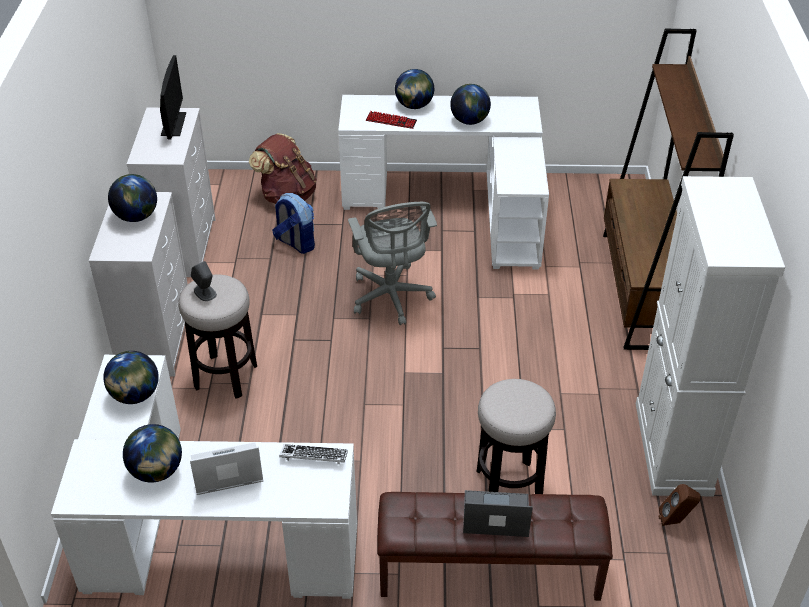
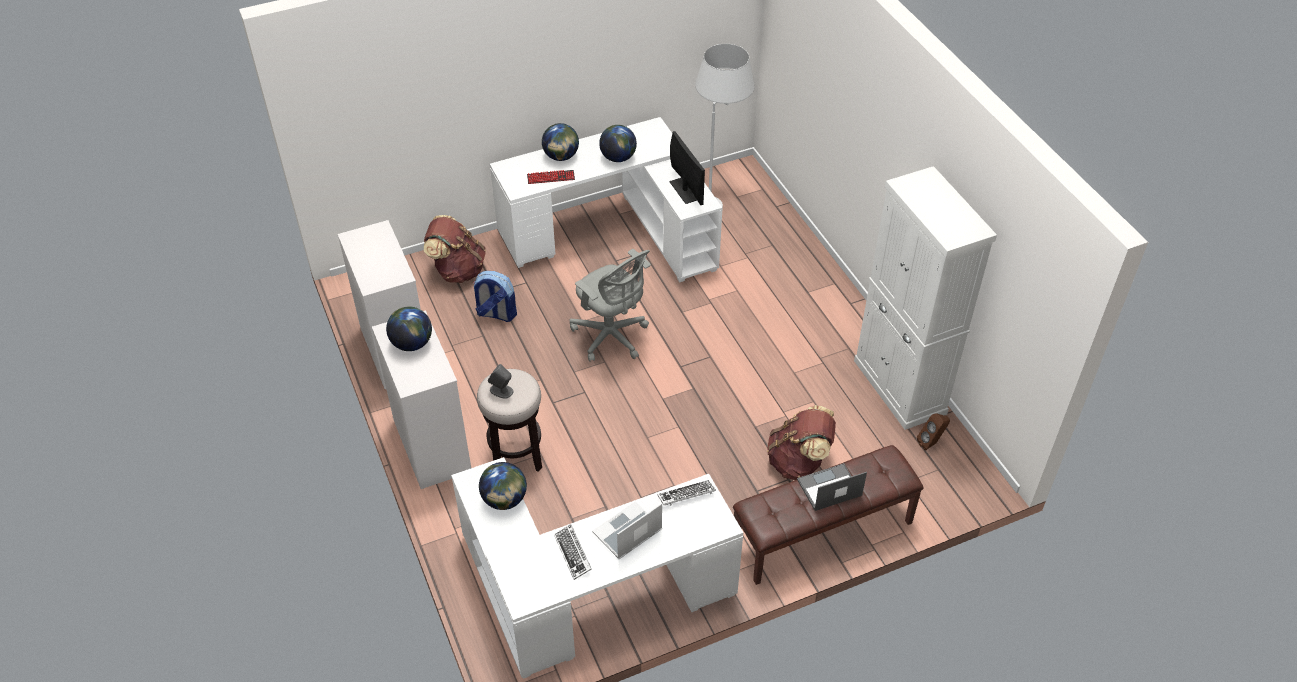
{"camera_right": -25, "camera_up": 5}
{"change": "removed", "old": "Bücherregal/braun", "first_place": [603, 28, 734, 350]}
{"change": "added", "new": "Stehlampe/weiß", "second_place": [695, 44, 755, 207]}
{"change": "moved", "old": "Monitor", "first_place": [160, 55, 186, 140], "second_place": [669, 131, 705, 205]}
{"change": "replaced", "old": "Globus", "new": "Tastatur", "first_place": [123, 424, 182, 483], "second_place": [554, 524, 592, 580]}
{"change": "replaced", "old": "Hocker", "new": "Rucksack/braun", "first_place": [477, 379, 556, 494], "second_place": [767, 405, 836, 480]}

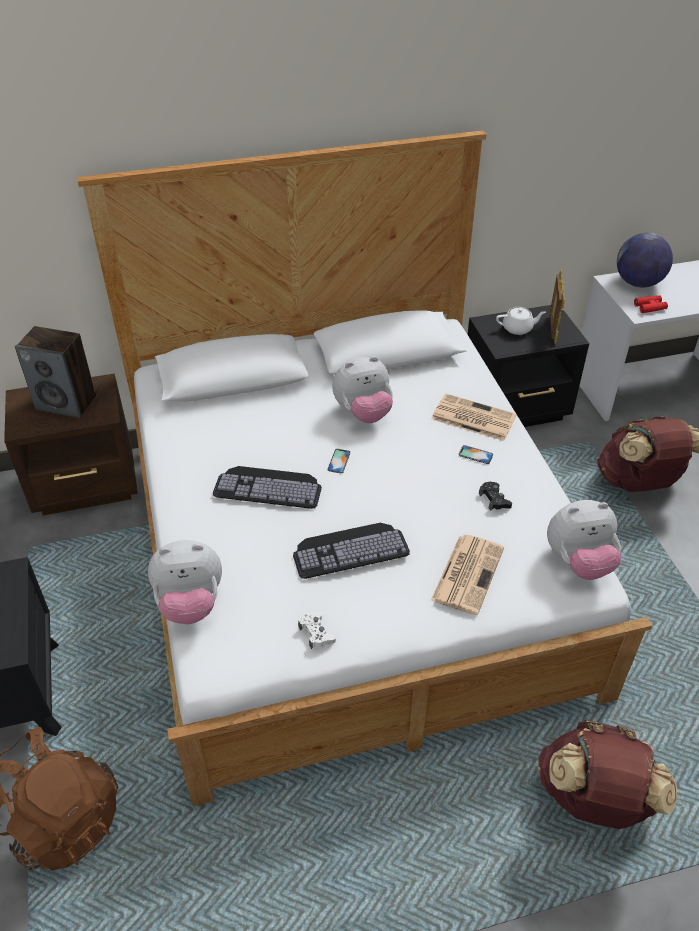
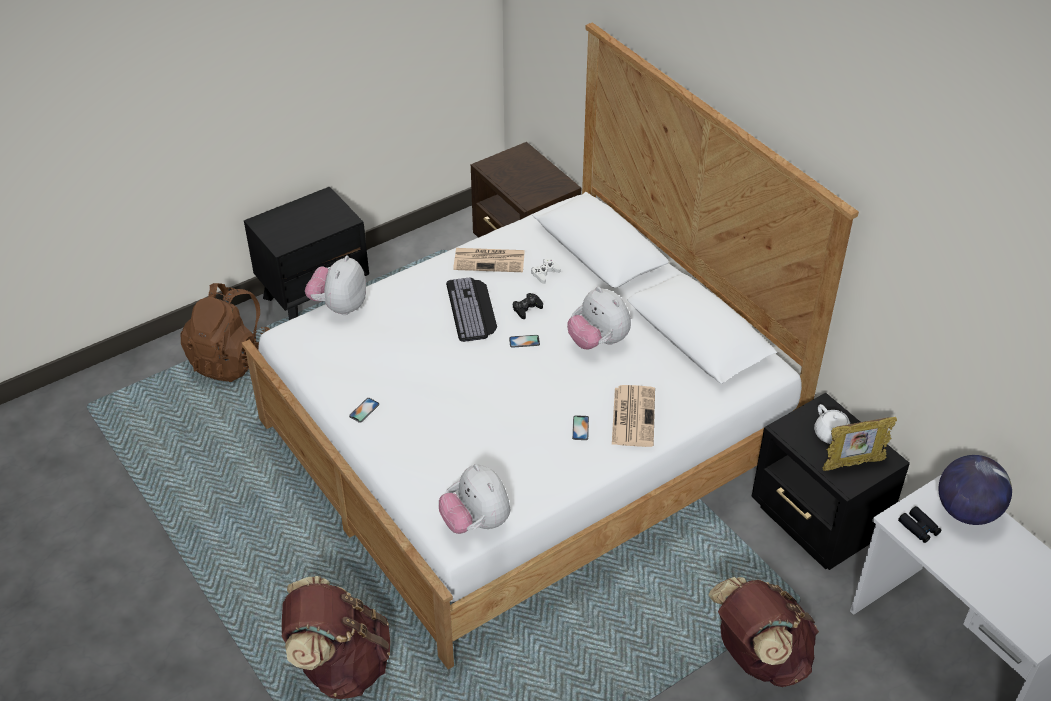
{"camera_right": 70, "camera_up": 0}
{"change": "removed", "old": "Lautsprecher", "first_place": [15, 326, 96, 418]}
{"change": "removed", "old": "Tastatur", "first_place": [293, 523, 410, 579]}
{"change": "added", "new": "Handy", "second_place": [349, 398, 379, 423]}
{"change": "moved", "old": "Gamepad/weiß", "first_place": [298, 612, 336, 649], "second_place": [531, 258, 561, 284]}
{"change": "moved", "old": "Zeitung", "first_place": [431, 535, 504, 615], "second_place": [453, 248, 525, 272]}
{"change": "moved", "old": "Gamepad/schwarz", "first_place": [479, 482, 512, 511], "second_place": [513, 293, 543, 319]}
{"change": "recoloured", "old": "Fernglas/rot", "new": "Fernglas/schwarz", "first_place": [634, 295, 668, 313], "second_place": [898, 506, 941, 543]}
{"change": "turned", "old": "Plüschtier", "first_place": [148, 540, 222, 624], "second_place": [305, 255, 366, 315], "degrees": 45}

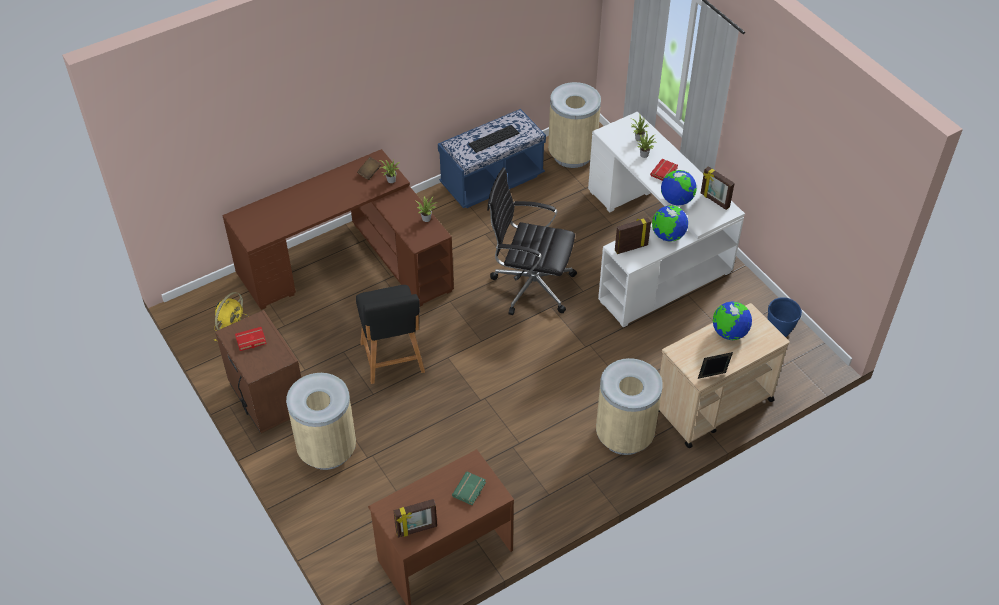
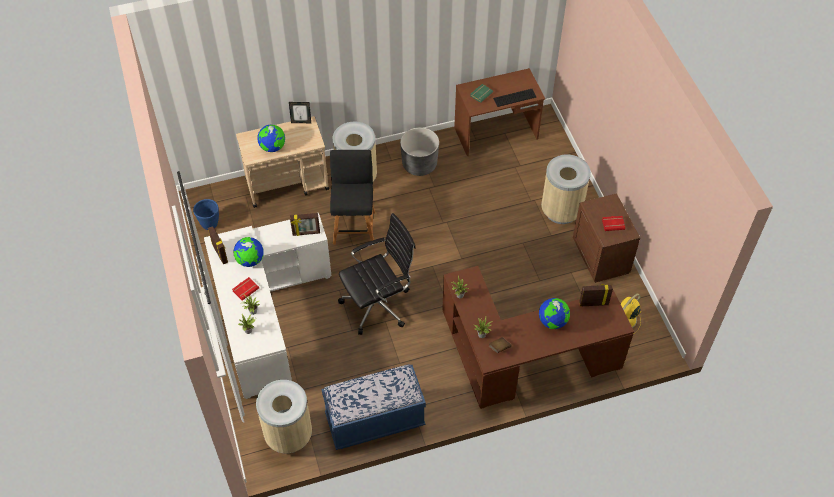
{"camera_right": -165, "camera_up": 5}
{"change": "added", "new": "Pflanzkübel/grau", "second_place": [400, 127, 439, 176]}
{"change": "moved", "old": "Hocker/schwarz", "first_place": [356, 285, 425, 384], "second_place": [330, 150, 375, 245]}
{"change": "moved", "old": "Bilderrahmen", "first_place": [393, 499, 437, 538], "second_place": [579, 284, 613, 307]}
{"change": "moved", "old": "Tastatur", "first_place": [468, 125, 519, 153], "second_place": [493, 89, 536, 107]}
{"change": "moved", "old": "Globus", "first_place": [652, 206, 688, 242], "second_place": [539, 298, 570, 329]}
{"change": "turned", "old": "Bürostuhl/schwarz", "first_place": [487, 167, 577, 315], "second_place": [338, 213, 416, 335], "degrees": -60}

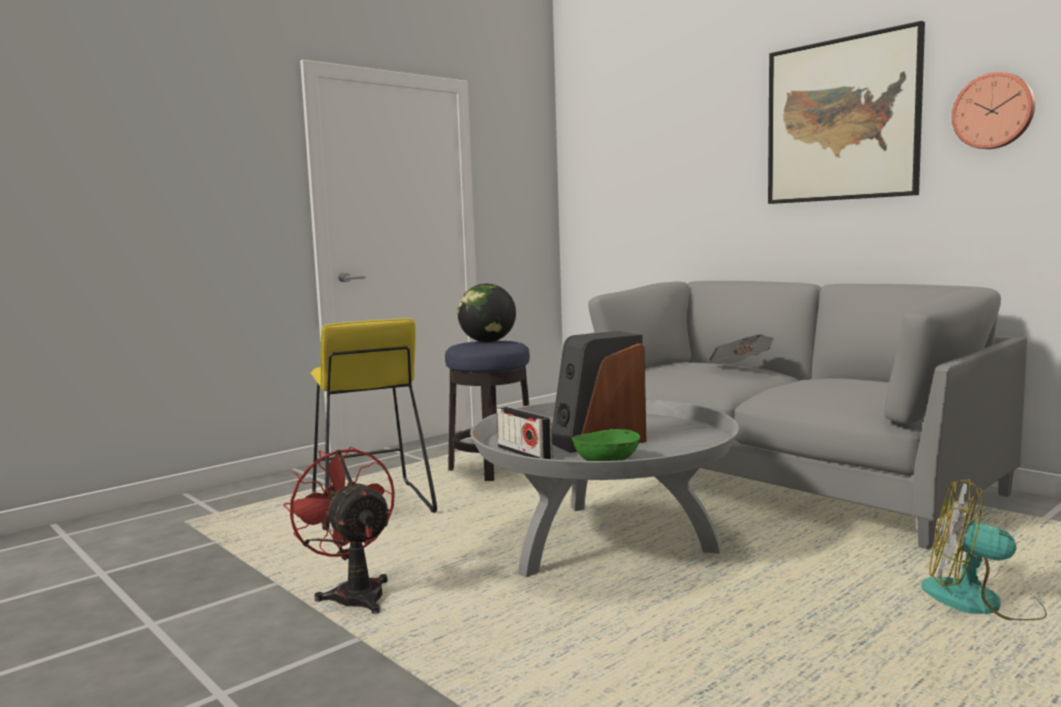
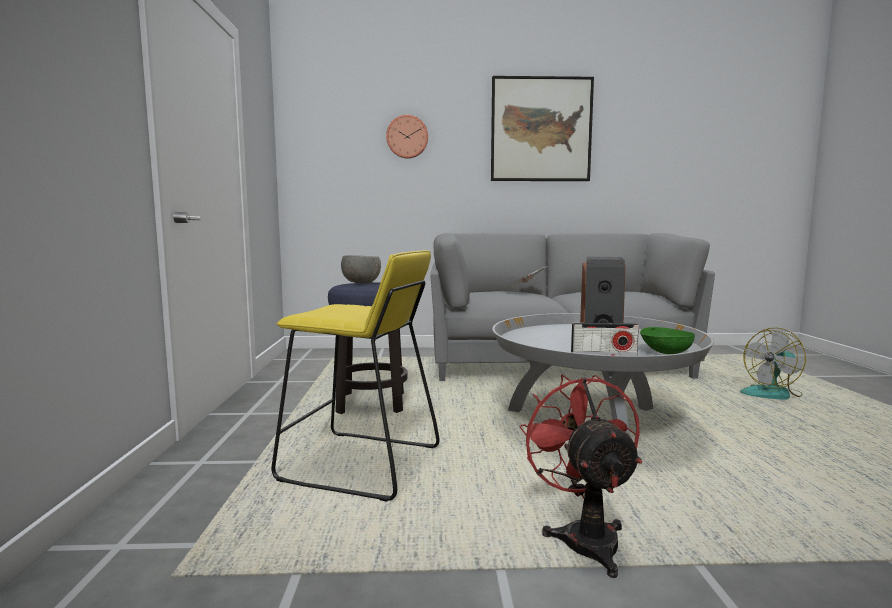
{"camera_right": -50, "camera_up": 0}
{"change": "moved", "old": "Wanduhr", "first_place": [952, 72, 1035, 149], "second_place": [386, 115, 428, 159]}
{"change": "replaced", "old": "Globus", "new": "Schüssel/grau", "first_place": [457, 284, 516, 342], "second_place": [341, 255, 381, 284]}
{"change": "turned", "old": "Ventilator/rot", "first_place": [283, 446, 395, 614], "second_place": [519, 374, 642, 578], "degrees": 75}

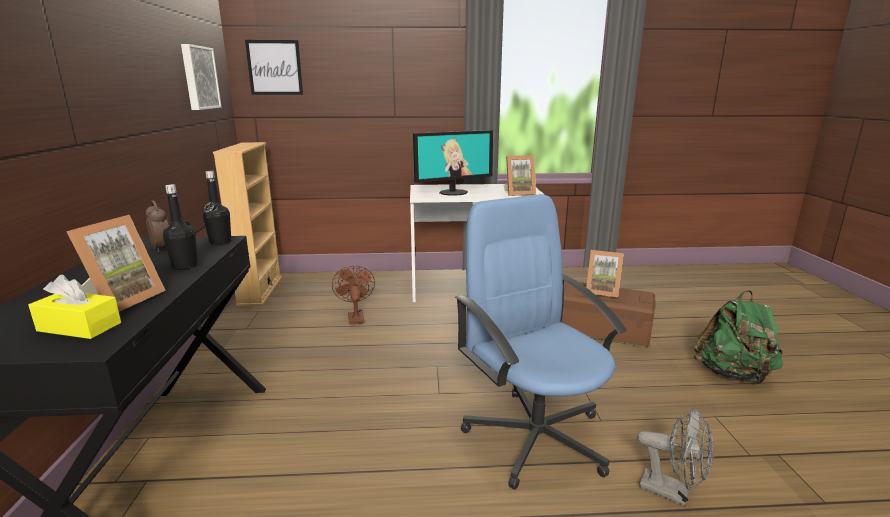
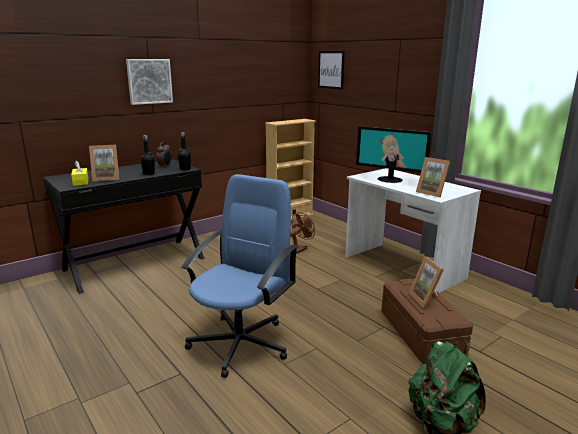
{"camera_right": 55, "camera_up": 0}
{"change": "removed", "old": "Ventilator/grau", "first_place": [637, 408, 714, 506]}
{"change": "moved", "old": "Bild", "first_place": [181, 44, 222, 110], "second_place": [126, 59, 173, 105]}

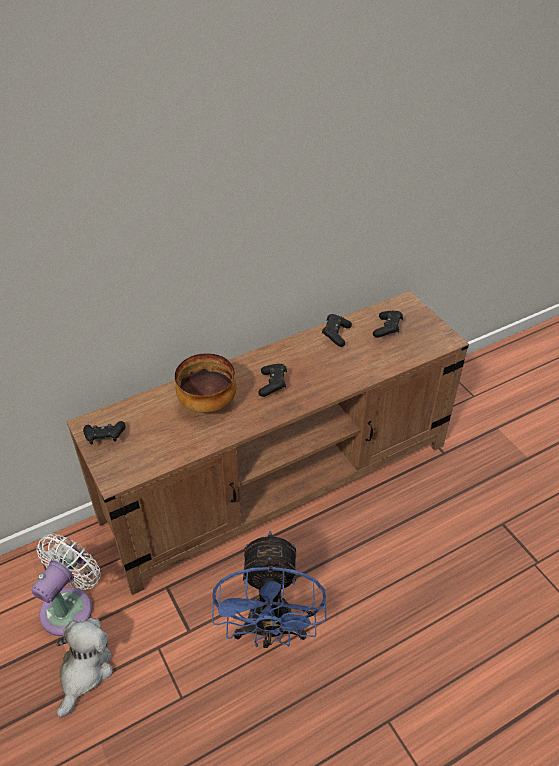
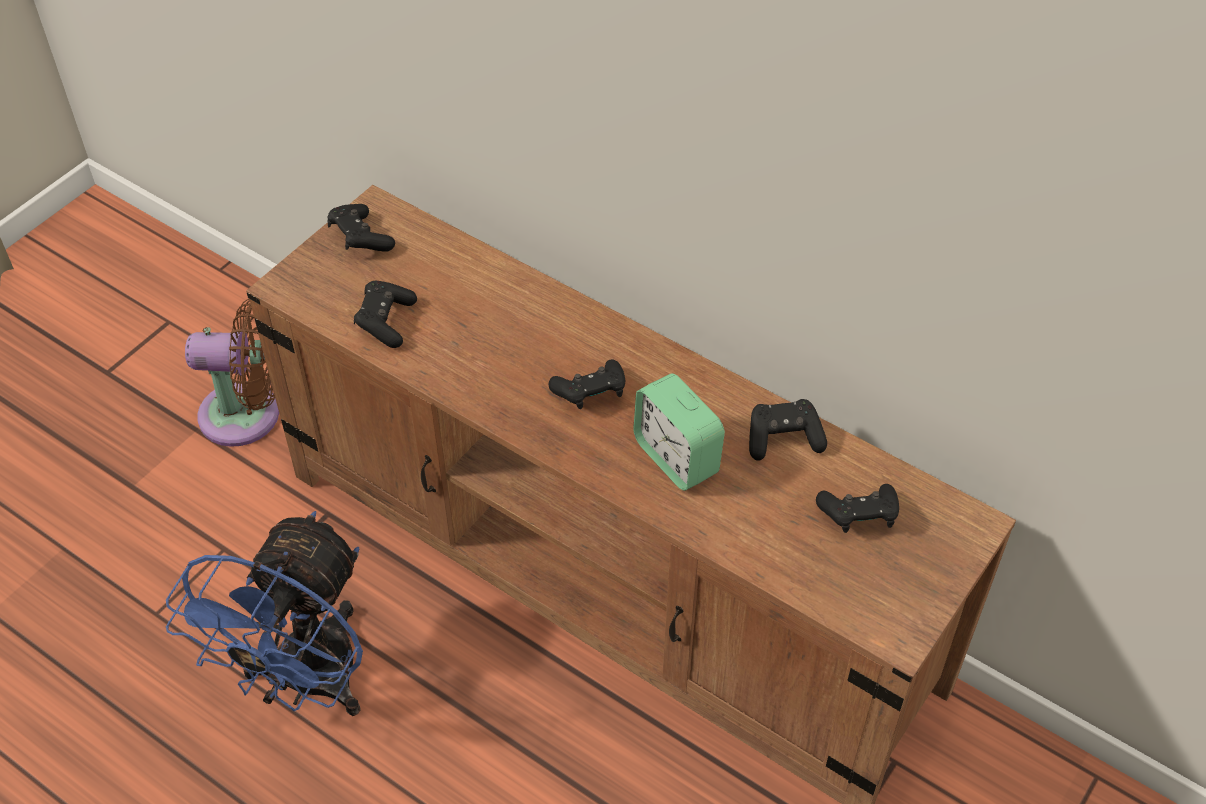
{"camera_right": 65, "camera_up": 5}
{"change": "removed", "old": "Plüschtier", "first_place": [56, 618, 113, 717]}
{"change": "removed", "old": "Schüssel", "first_place": [175, 353, 236, 413]}
{"change": "added", "new": "Gamepad/schwarz", "second_place": [354, 281, 417, 348]}
{"change": "added", "new": "Wecker", "second_place": [633, 374, 725, 491]}
{"change": "recoloured", "old": "Ventilator/weiß", "new": "Ventilator/braun", "first_place": [32, 534, 101, 636], "second_place": [185, 299, 279, 447]}
{"change": "turned", "old": "Ventilator/blau", "first_place": [212, 531, 326, 648], "second_place": [166, 511, 363, 716], "degrees": -45}

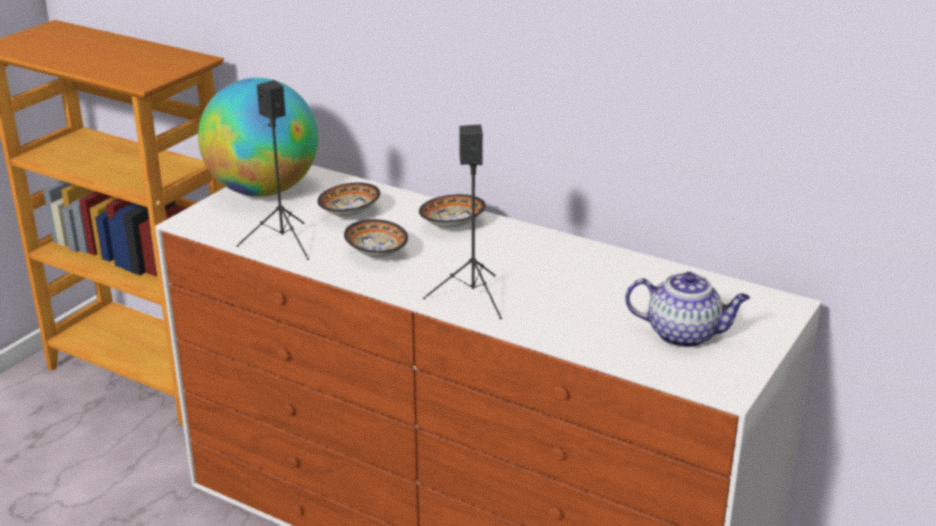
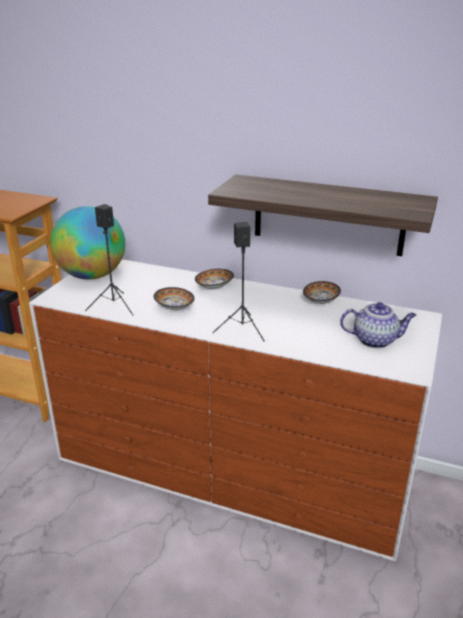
{"camera_right": -10, "camera_up": 0}
{"change": "added", "new": "Wandregal", "second_place": [208, 174, 438, 256]}
{"change": "moved", "old": "Schüssel", "first_place": [317, 183, 380, 216], "second_place": [303, 281, 341, 304]}

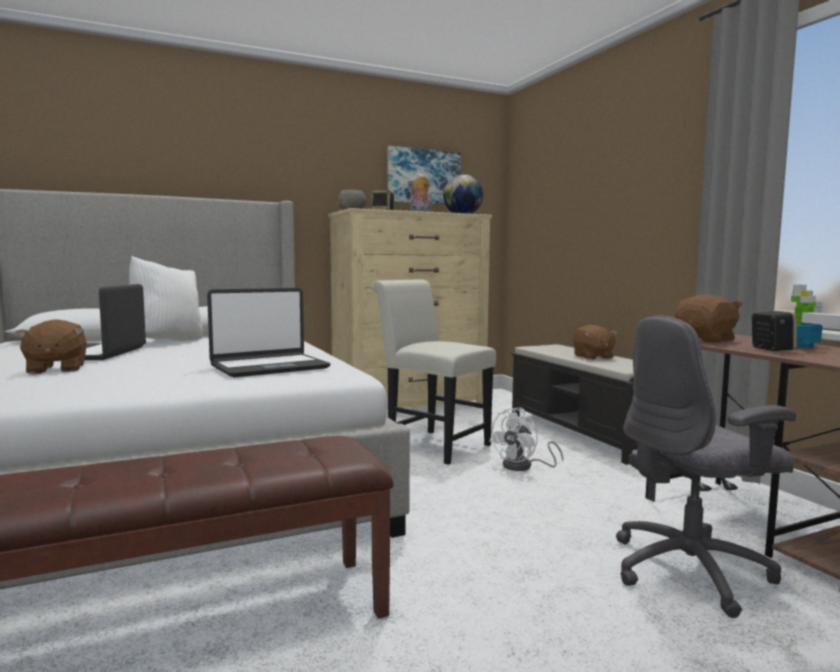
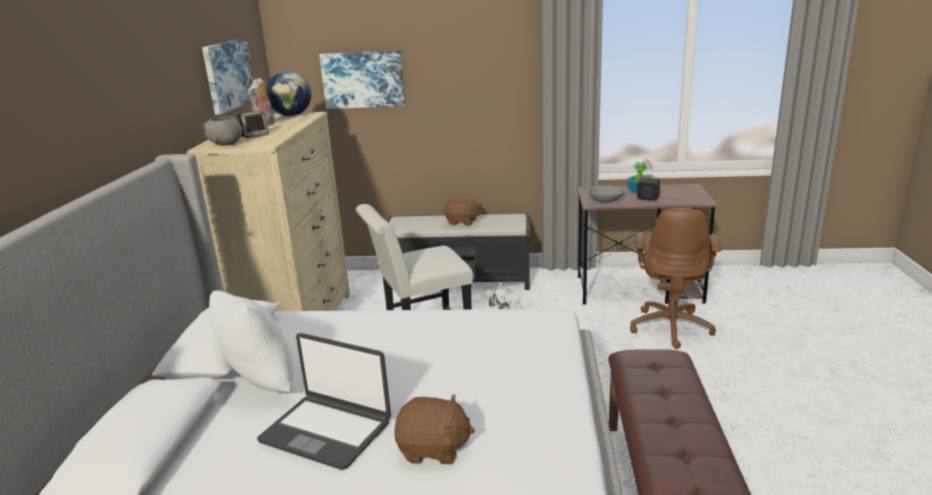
{"camera_right": -60, "camera_up": 15}
{"change": "removed", "old": "Laptop", "first_place": [207, 288, 330, 378]}
{"change": "added", "new": "Bild", "second_place": [319, 50, 405, 109]}
{"change": "replaced", "old": "Plüschtier/braun", "new": "Schüssel/grau", "first_place": [675, 294, 743, 343], "second_place": [588, 185, 625, 203]}
{"change": "recoloured", "old": "Bürostuhl/grau", "new": "Bürostuhl/braun", "first_place": [616, 316, 796, 618], "second_place": [630, 208, 722, 349]}

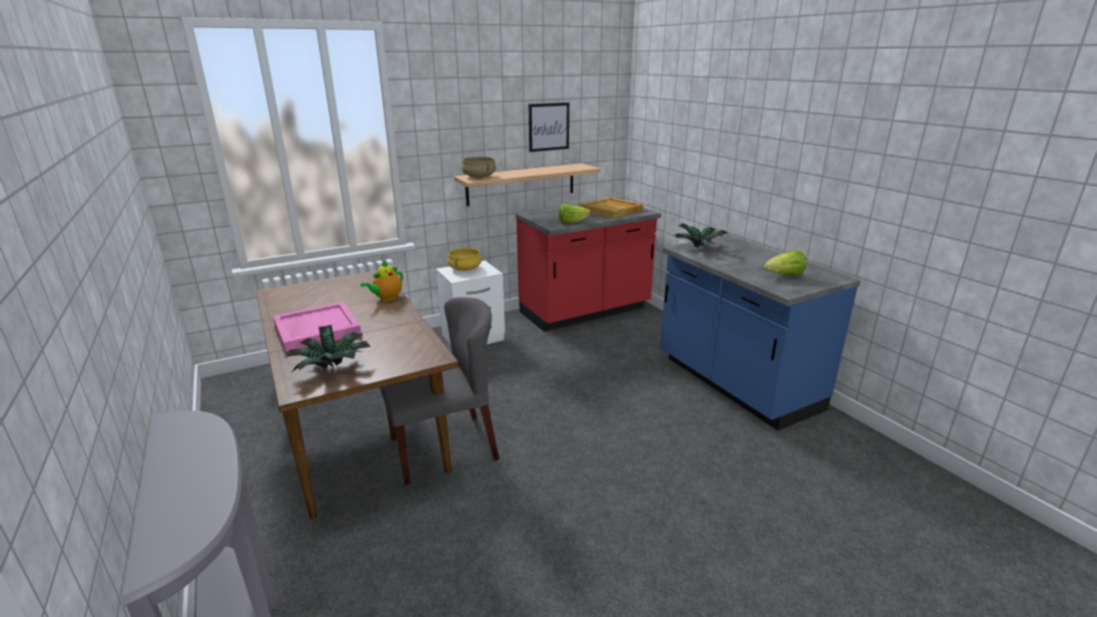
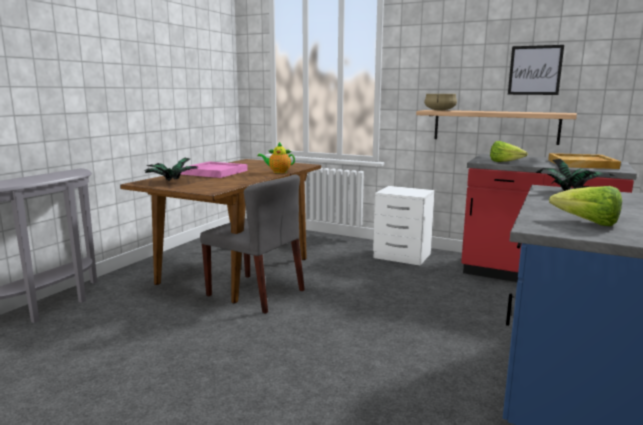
{"camera_right": 55, "camera_up": -10}
{"change": "removed", "old": "Kochtopf/gelb", "first_place": [448, 248, 482, 271]}

